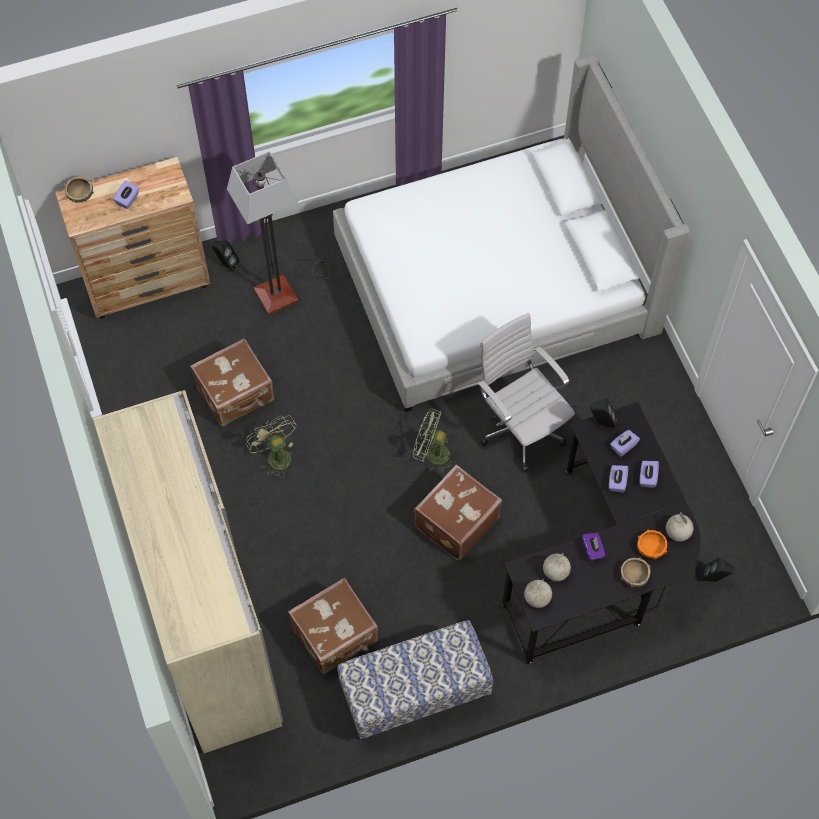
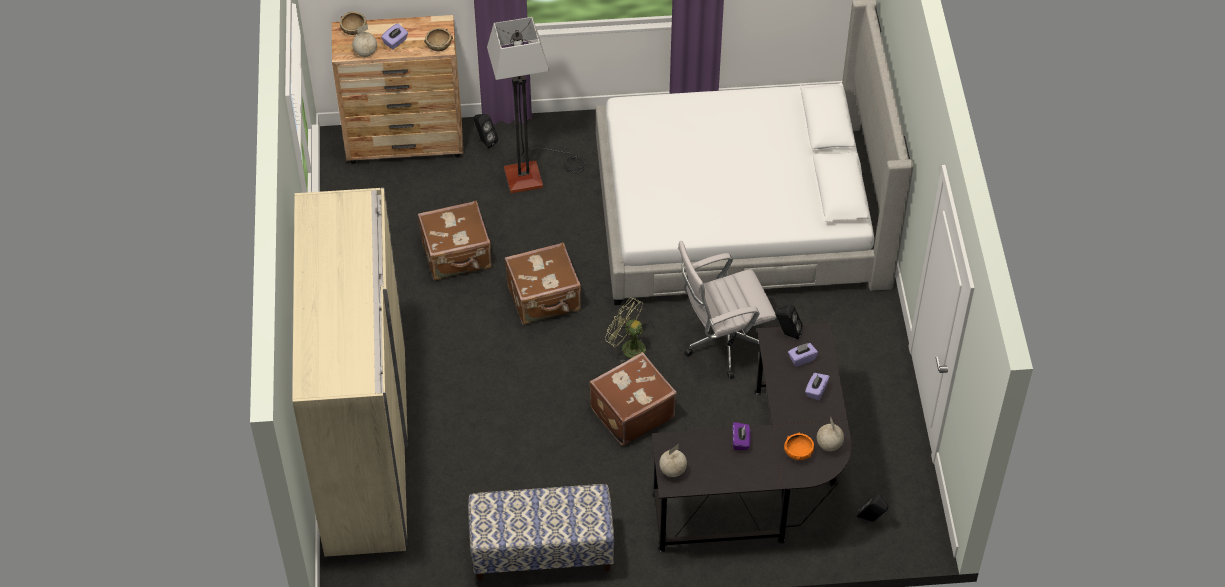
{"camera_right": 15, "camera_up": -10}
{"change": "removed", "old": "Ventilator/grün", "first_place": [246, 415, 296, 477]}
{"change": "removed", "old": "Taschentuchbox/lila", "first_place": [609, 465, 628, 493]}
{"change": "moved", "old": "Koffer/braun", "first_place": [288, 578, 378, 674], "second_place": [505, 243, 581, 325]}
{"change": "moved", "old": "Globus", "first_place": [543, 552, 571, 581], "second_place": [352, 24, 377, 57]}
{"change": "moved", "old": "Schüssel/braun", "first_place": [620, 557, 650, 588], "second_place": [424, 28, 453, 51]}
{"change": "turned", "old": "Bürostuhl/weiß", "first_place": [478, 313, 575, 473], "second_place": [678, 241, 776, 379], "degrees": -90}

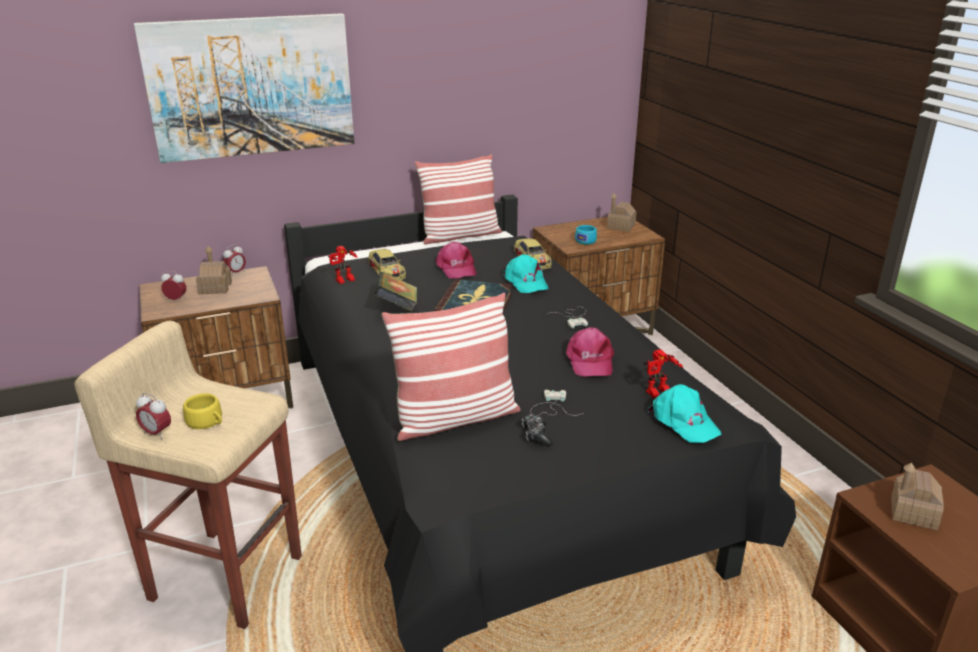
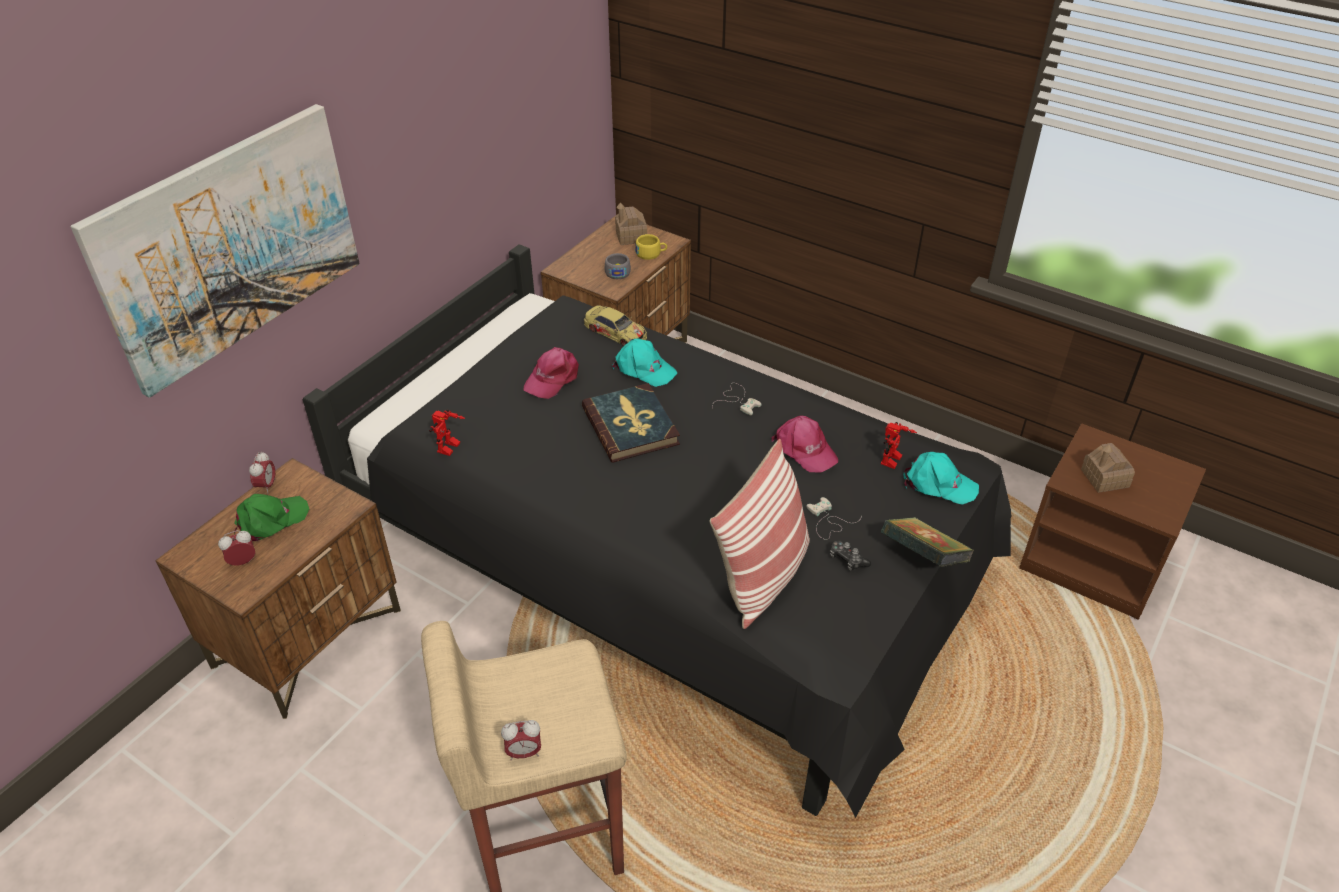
{"camera_right": -35, "camera_up": 15}
{"change": "removed", "old": "Spielzeugauto", "first_place": [368, 249, 406, 280]}
{"change": "removed", "old": "Kissen", "first_place": [415, 154, 502, 245]}
{"change": "moved", "old": "Tasse/gelb", "first_place": [183, 393, 222, 429], "second_place": [635, 234, 667, 260]}
{"change": "moved", "old": "Buch", "first_place": [374, 272, 417, 312], "second_place": [881, 517, 974, 567]}
{"change": "replaced", "old": "Spielzeughaus", "new": "Kappe/grün", "first_place": [196, 246, 232, 294], "second_place": [234, 494, 309, 541]}
{"change": "recoloured", "old": "Tasse/türkis", "new": "Tasse/grau", "first_place": [575, 225, 597, 244], "second_place": [605, 253, 631, 279]}
{"change": "turned", "old": "Kappe/rosa", "first_place": [436, 242, 477, 279], "second_place": [523, 347, 579, 399], "degrees": 90}

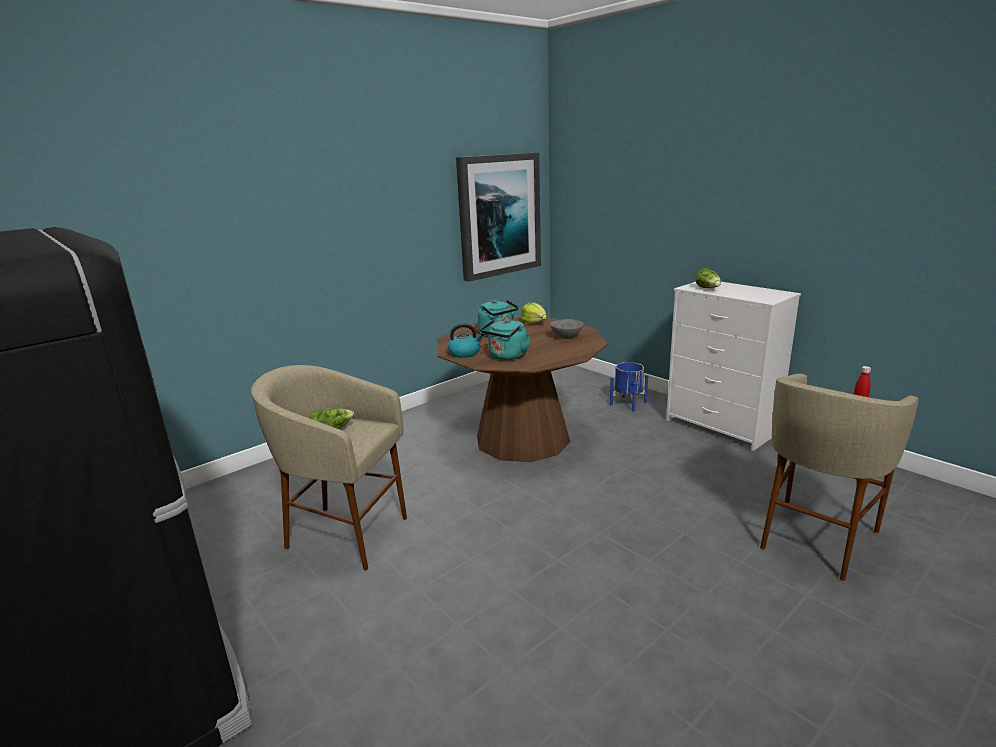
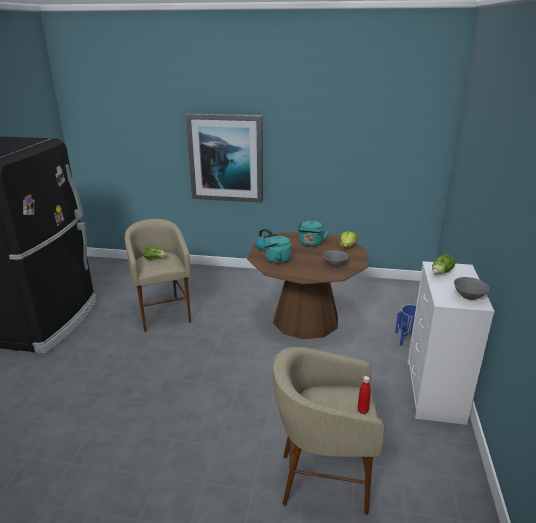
{"camera_right": 50, "camera_up": 5}
{"change": "added", "new": "Schüssel/grau", "second_place": [454, 277, 489, 300]}
{"change": "moved", "old": "Bild", "first_place": [456, 153, 541, 282], "second_place": [186, 113, 263, 203]}

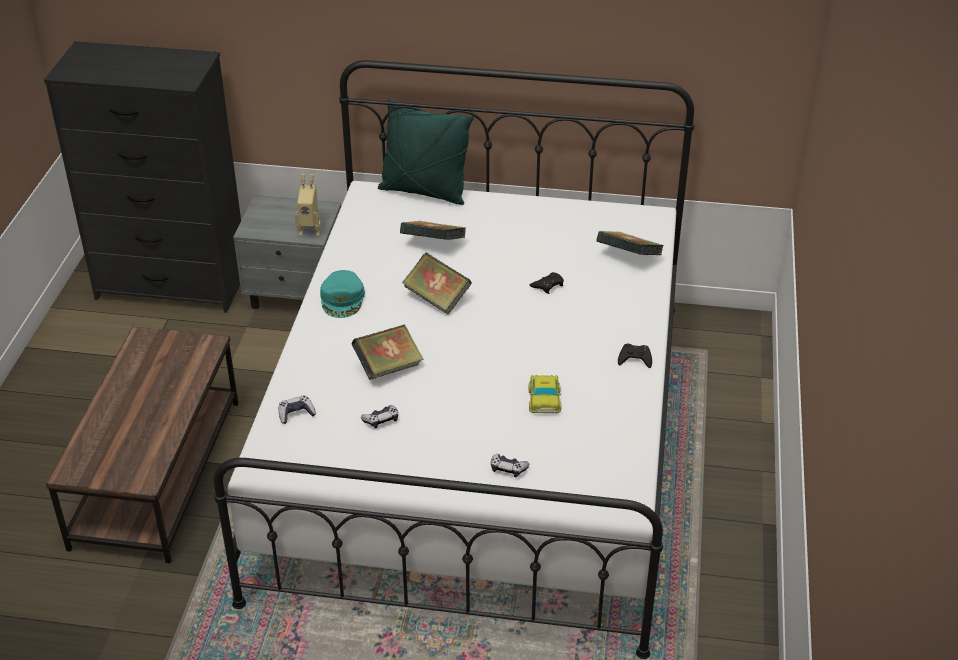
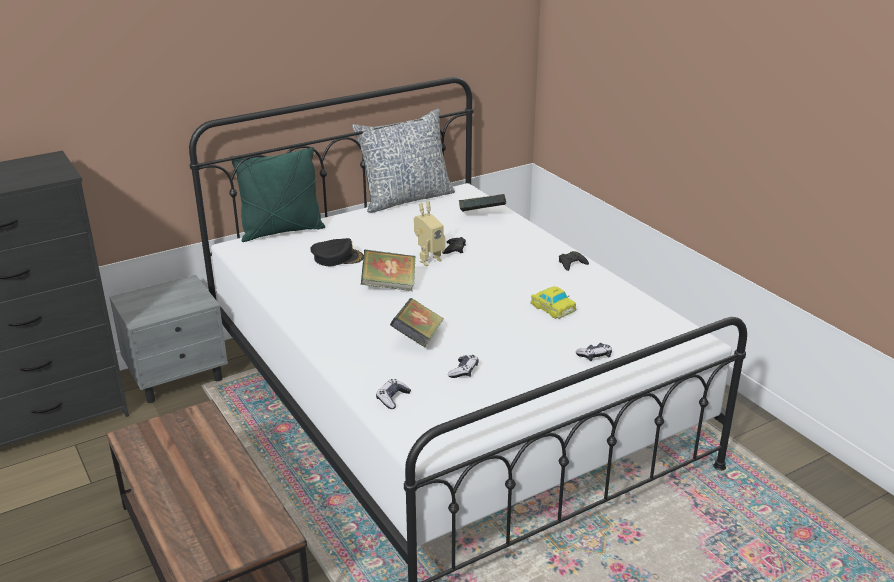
{"camera_right": -40, "camera_up": -10}
{"change": "removed", "old": "Kappe/türkis", "first_place": [320, 270, 365, 318]}
{"change": "added", "new": "Kissen", "second_place": [352, 109, 455, 213]}
{"change": "moved", "old": "Spielzeugroboter", "first_place": [295, 174, 321, 237], "second_place": [414, 201, 445, 266]}
{"change": "replaced", "old": "Buch", "new": "Kappe/schwarz", "first_place": [400, 221, 466, 240], "second_place": [310, 238, 364, 266]}

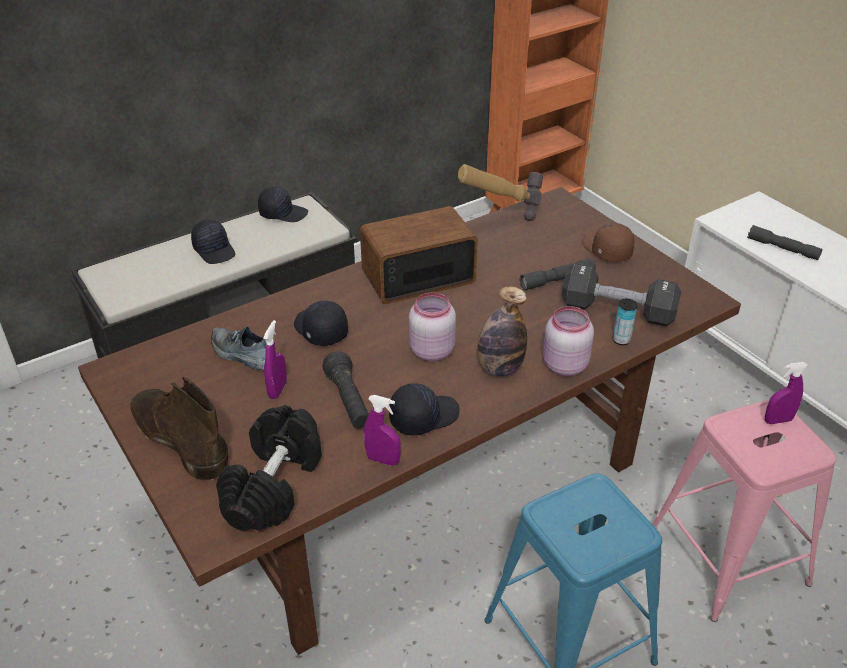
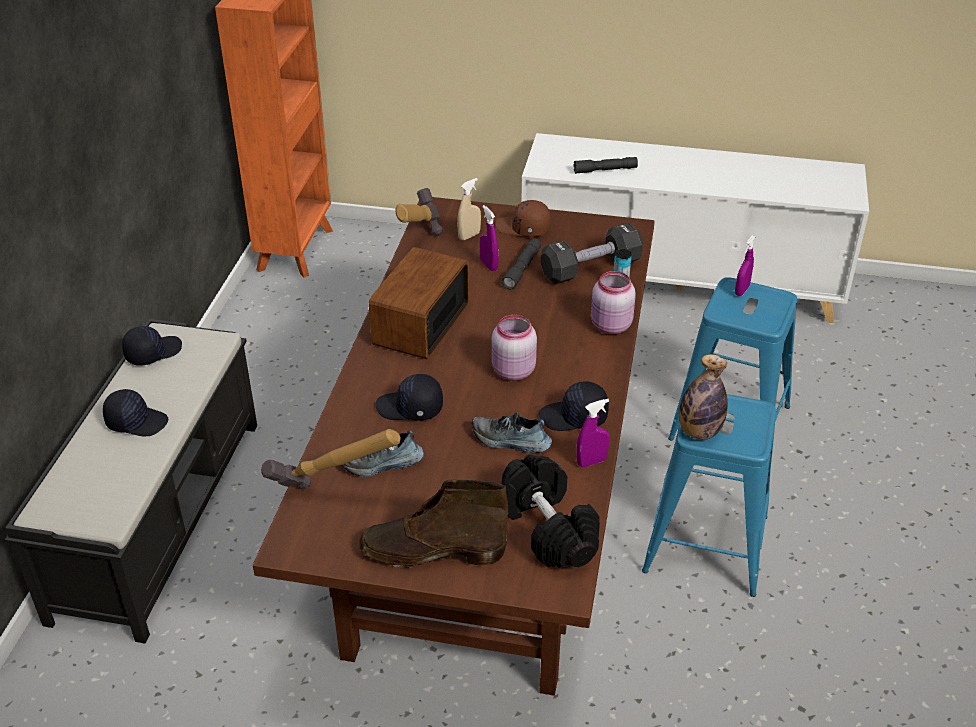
{"camera_right": -45, "camera_up": 0}
{"change": "added", "new": "Hammer", "second_place": [261, 429, 401, 489]}
{"change": "added", "new": "Sprühflasche/beige", "second_place": [457, 178, 481, 240]}
{"change": "moved", "old": "Sprühflasche/lila", "first_place": [263, 320, 287, 399], "second_place": [480, 205, 499, 271]}
{"change": "moved", "old": "Flasche", "first_place": [477, 286, 527, 377], "second_place": [679, 354, 728, 440]}
{"change": "replaced", "old": "Taschenlampe/schwarz", "new": "Schuh", "first_place": [323, 351, 369, 428], "second_place": [472, 412, 552, 453]}
{"change": "recoloured", "old": "Hocker/rosa", "new": "Hocker/blau", "first_place": [653, 399, 836, 622], "second_place": [668, 277, 797, 441]}
{"change": "turned", "old": "Kappe/schwarz", "first_place": [389, 383, 459, 435], "second_place": [539, 381, 609, 431], "degrees": -105}

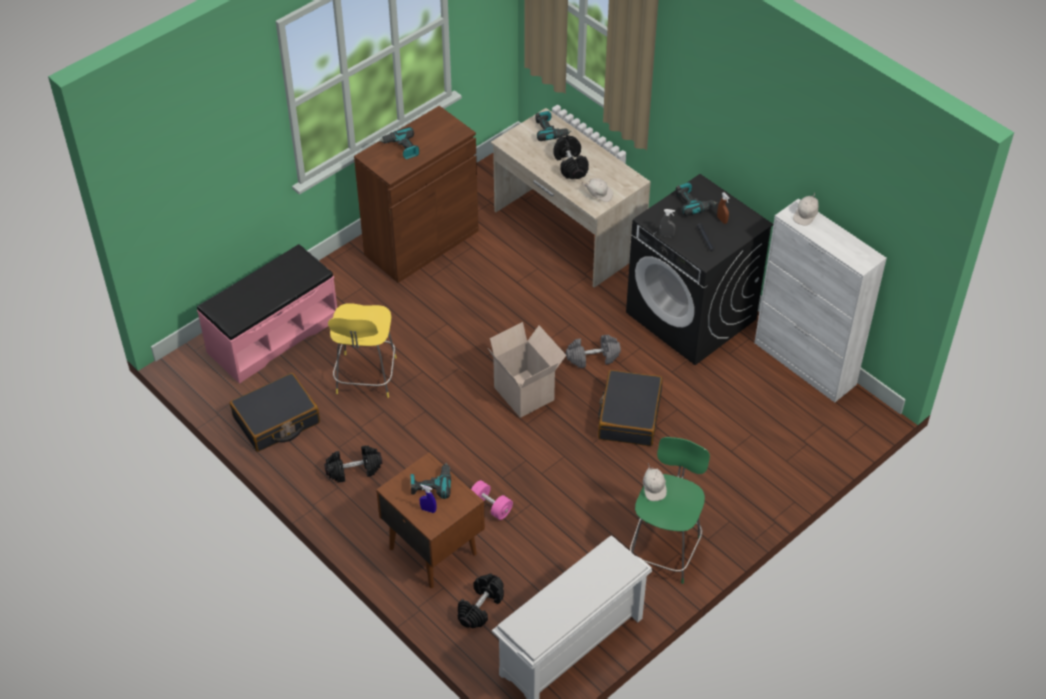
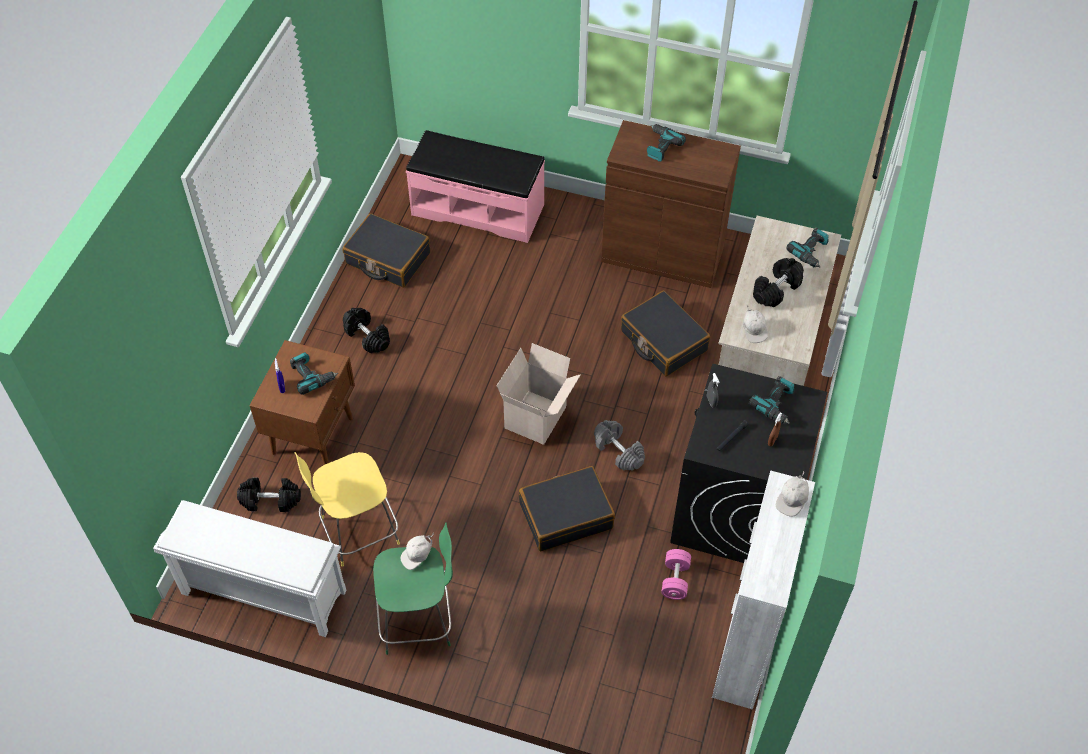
{"camera_right": 60, "camera_up": 5}
{"change": "added", "new": "Koffer/schwarz", "second_place": [621, 290, 710, 377]}
{"change": "moved", "old": "Hocker/gelb", "first_place": [328, 303, 397, 398], "second_place": [294, 452, 400, 567]}
{"change": "moved", "old": "Hantel/rosa", "first_place": [471, 480, 513, 520], "second_place": [662, 549, 691, 600]}
{"change": "turned", "old": "Kappe/weiß", "first_place": [793, 193, 819, 226], "second_place": [776, 471, 809, 517], "degrees": -60}

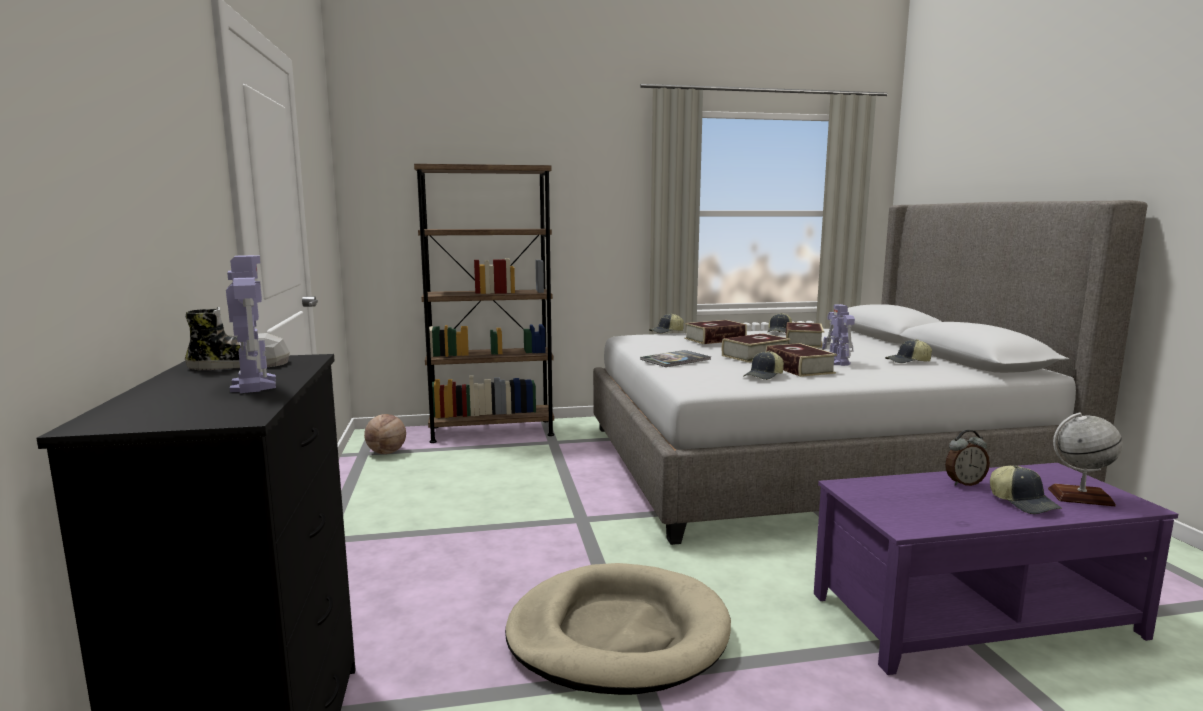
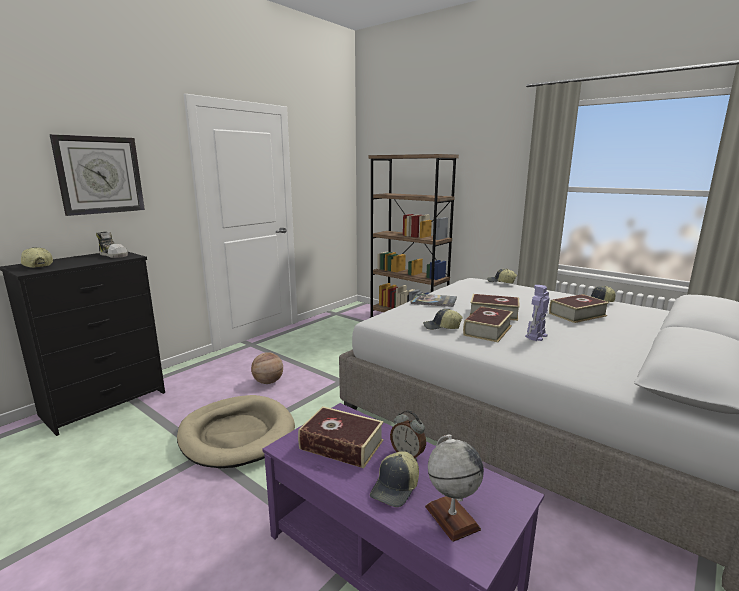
{"camera_right": 50, "camera_up": 5}
{"change": "removed", "old": "Spielzeugroboter", "first_place": [226, 255, 276, 393]}
{"change": "added", "new": "Wanduhr", "second_place": [50, 134, 145, 216]}
{"change": "moved", "old": "Basketball", "first_place": [364, 414, 406, 454], "second_place": [251, 352, 283, 384]}
{"change": "moved", "old": "Buch", "first_place": [684, 320, 747, 344], "second_place": [298, 406, 384, 468]}
{"change": "moved", "old": "Kappe", "first_place": [885, 339, 932, 363], "second_place": [21, 247, 53, 268]}

